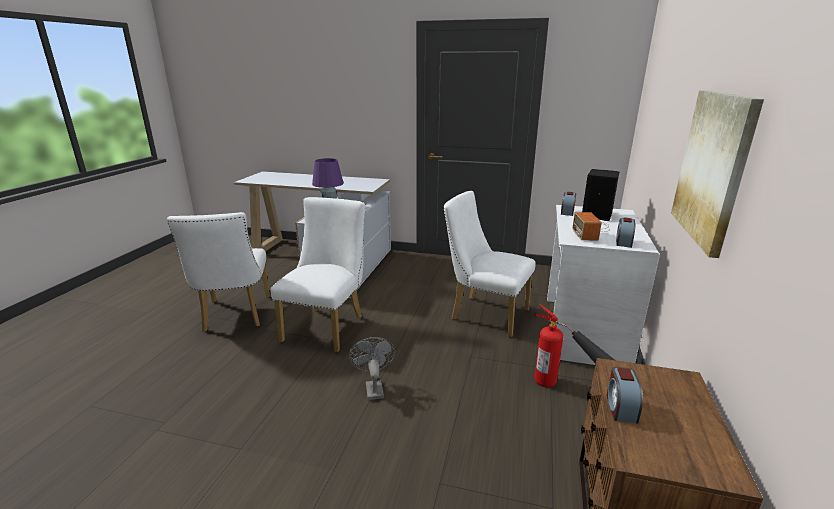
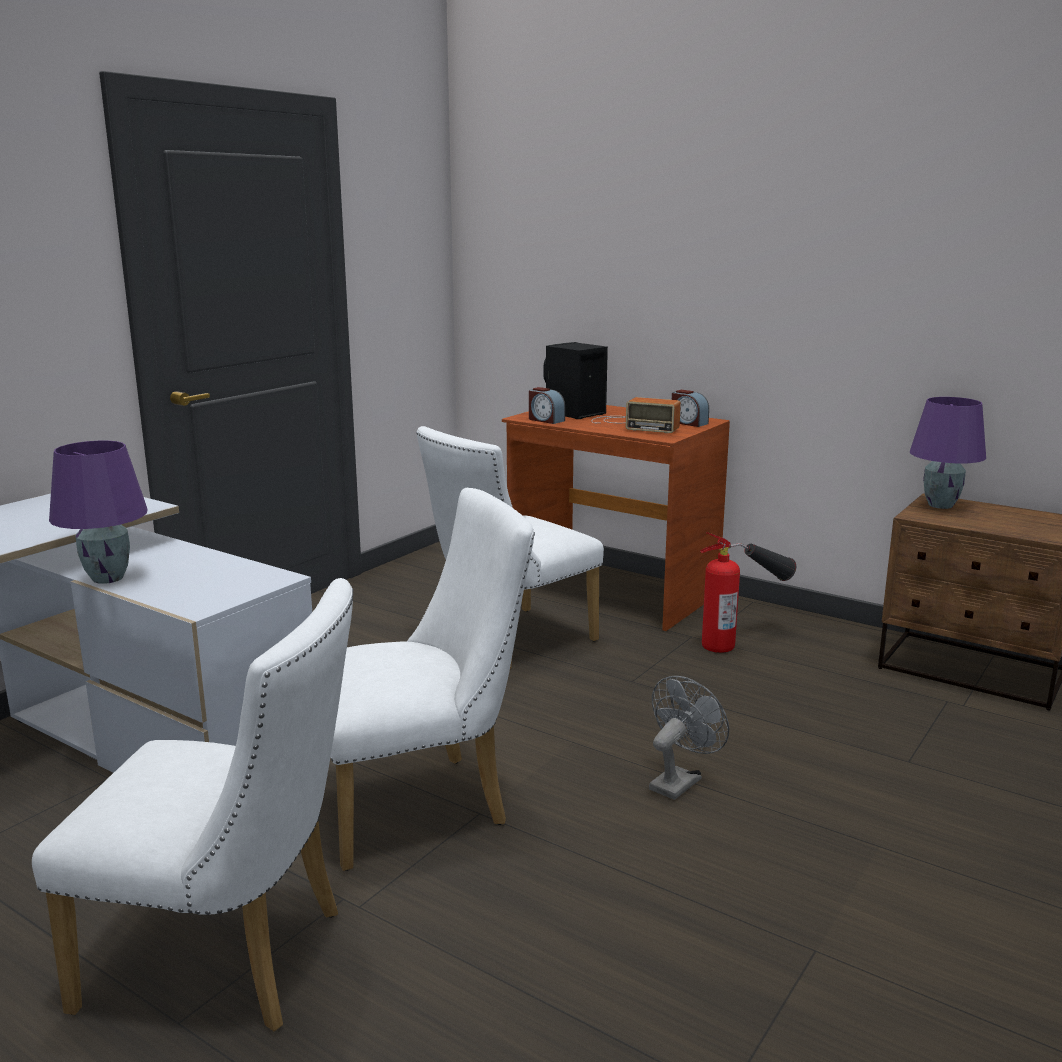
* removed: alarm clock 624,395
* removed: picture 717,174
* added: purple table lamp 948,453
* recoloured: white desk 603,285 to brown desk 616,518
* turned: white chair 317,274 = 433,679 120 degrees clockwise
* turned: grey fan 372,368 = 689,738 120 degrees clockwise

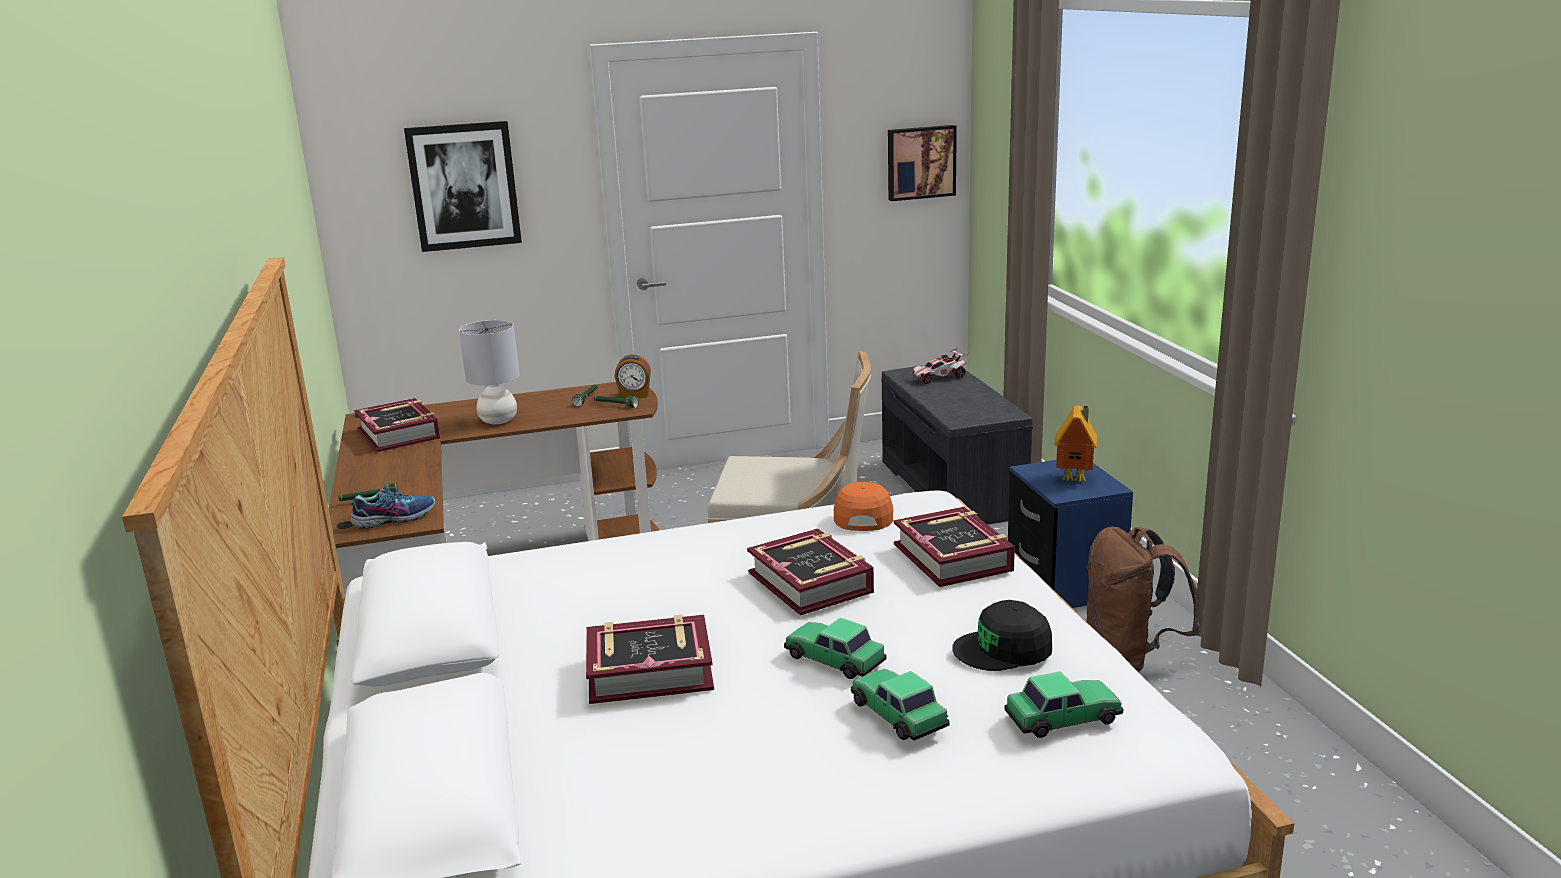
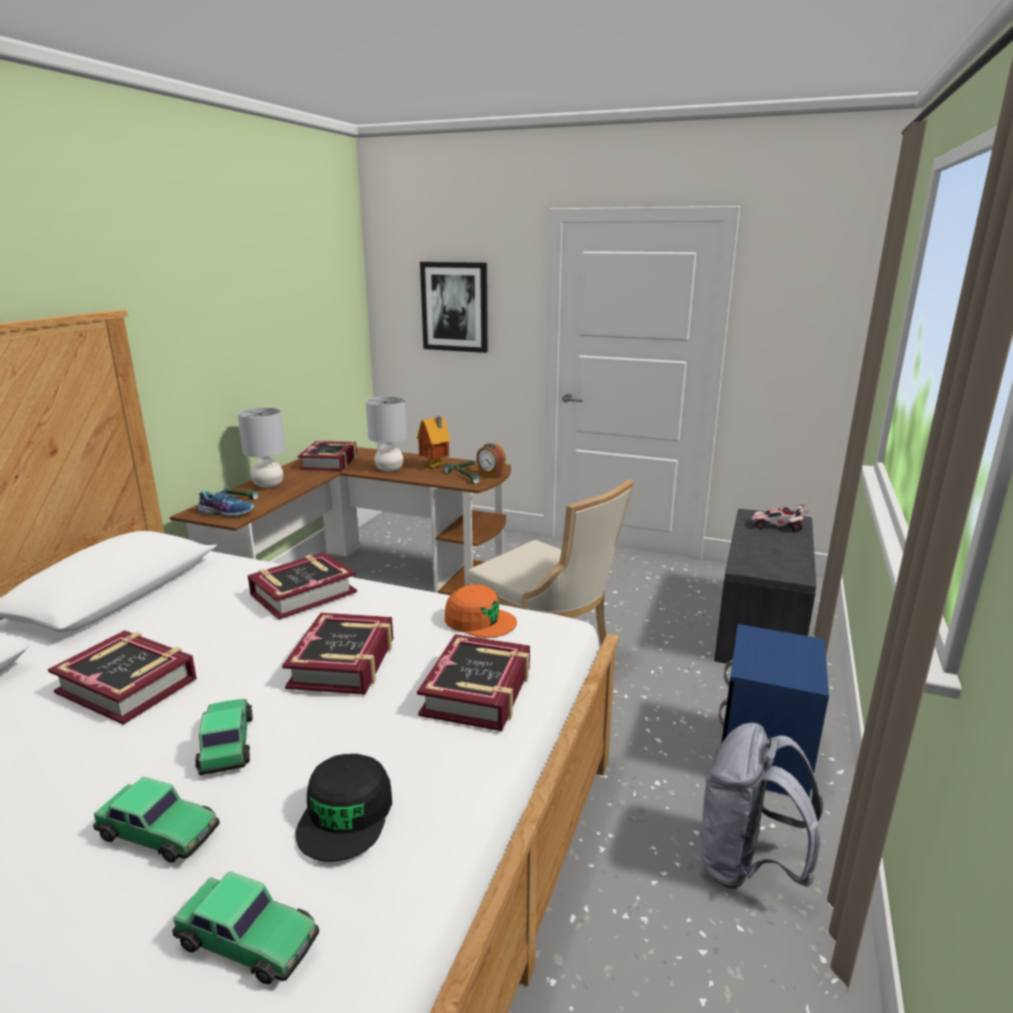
* removed: picture 922,163
* added: grey table lamp 262,448
* added: book 302,586
* moved: toy house 1076,443 to 433,442
* recoloured: brown backpack 1143,598 to grey backpack 762,805
* turned: orange cap 863,506 = 481,611 75 degrees clockwise
* turned: toy car 900,704 = 156,819 105 degrees clockwise
* turned: black cap 1002,635 = 343,808 105 degrees counterclockwise

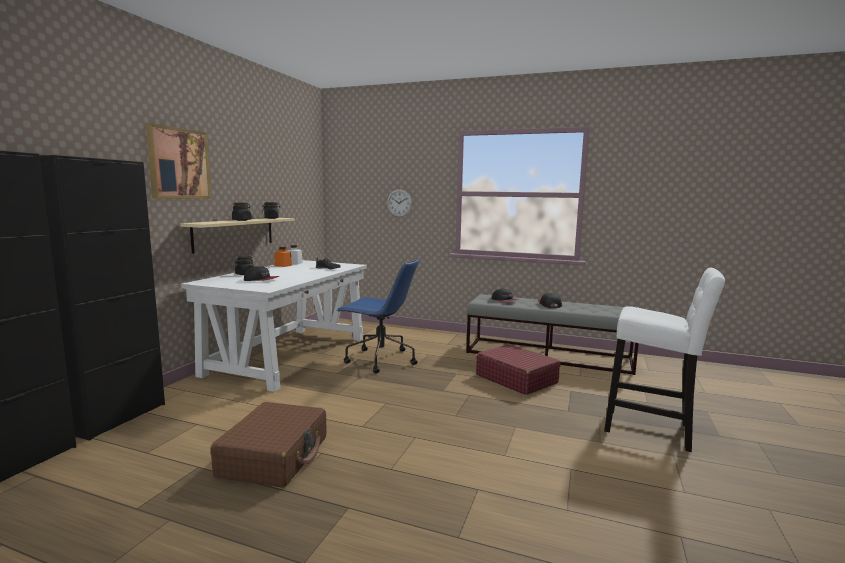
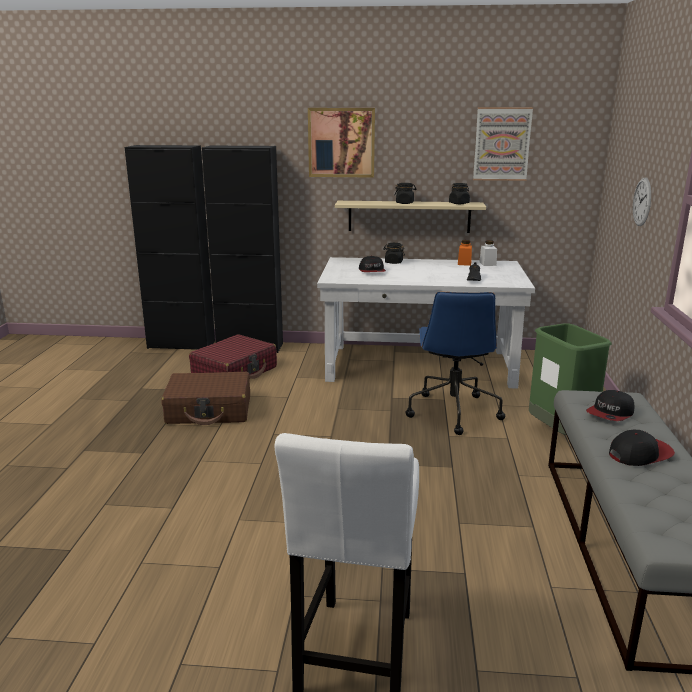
* added: picture 503,144
* added: green trash can 570,379
* moved: red suitcase 518,369 to 233,356

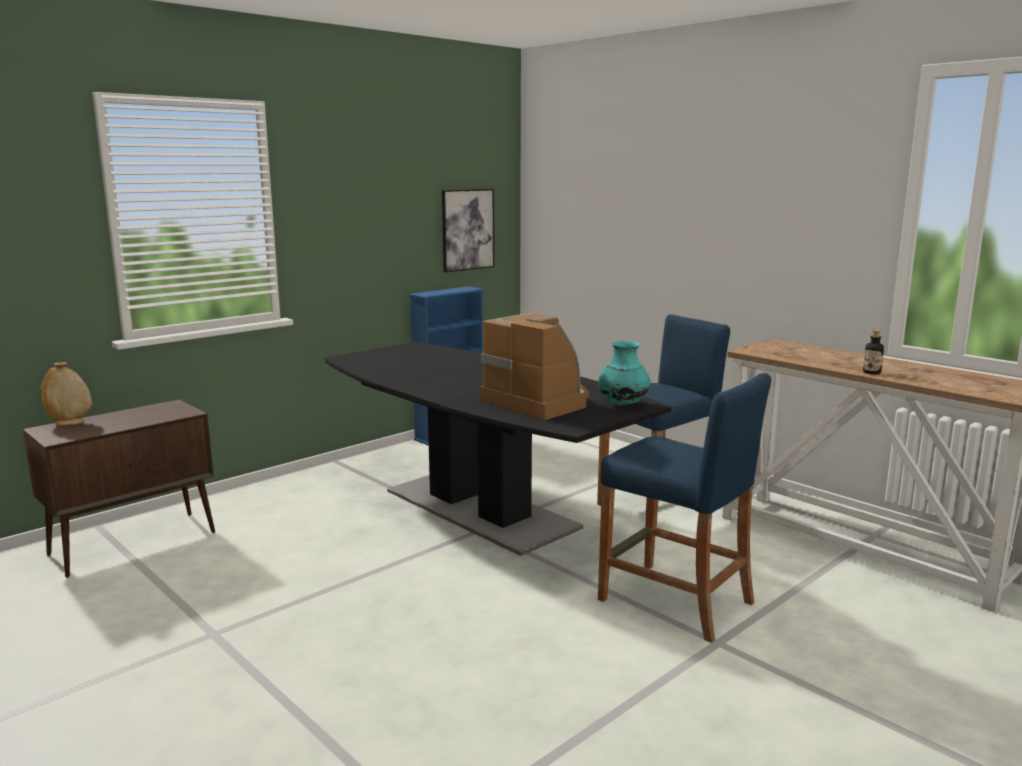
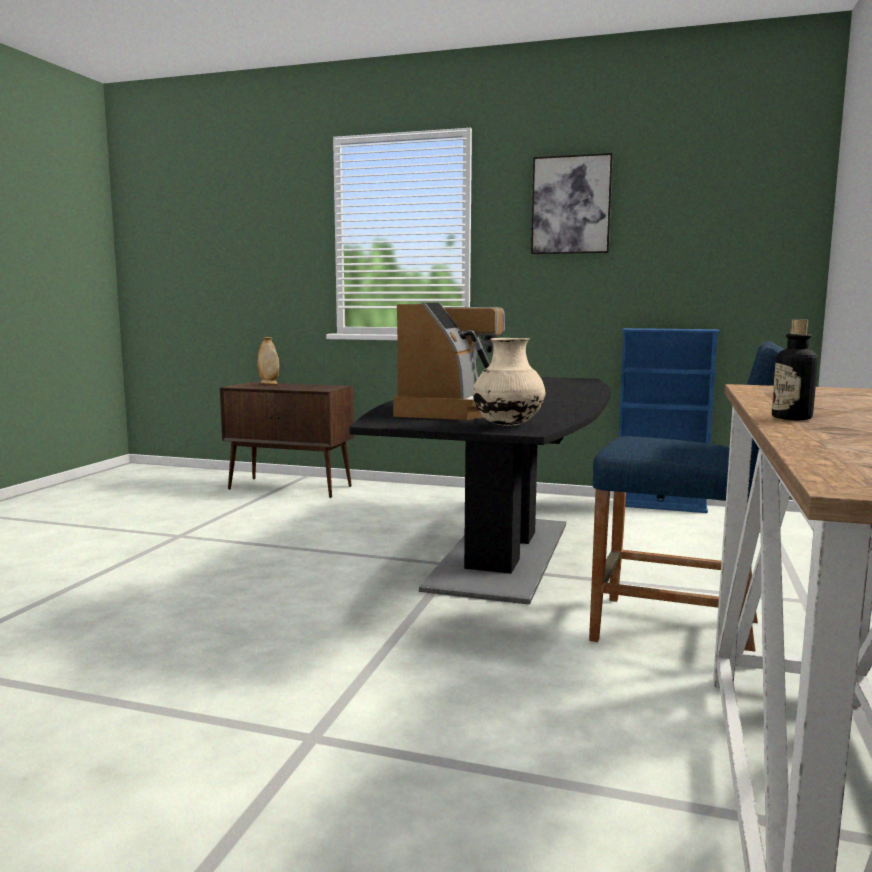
* removed: blue stool 684,508
* moved: picture 468,230 to 572,203
* recoloured: turquoise vase 624,373 to beige vase 509,382

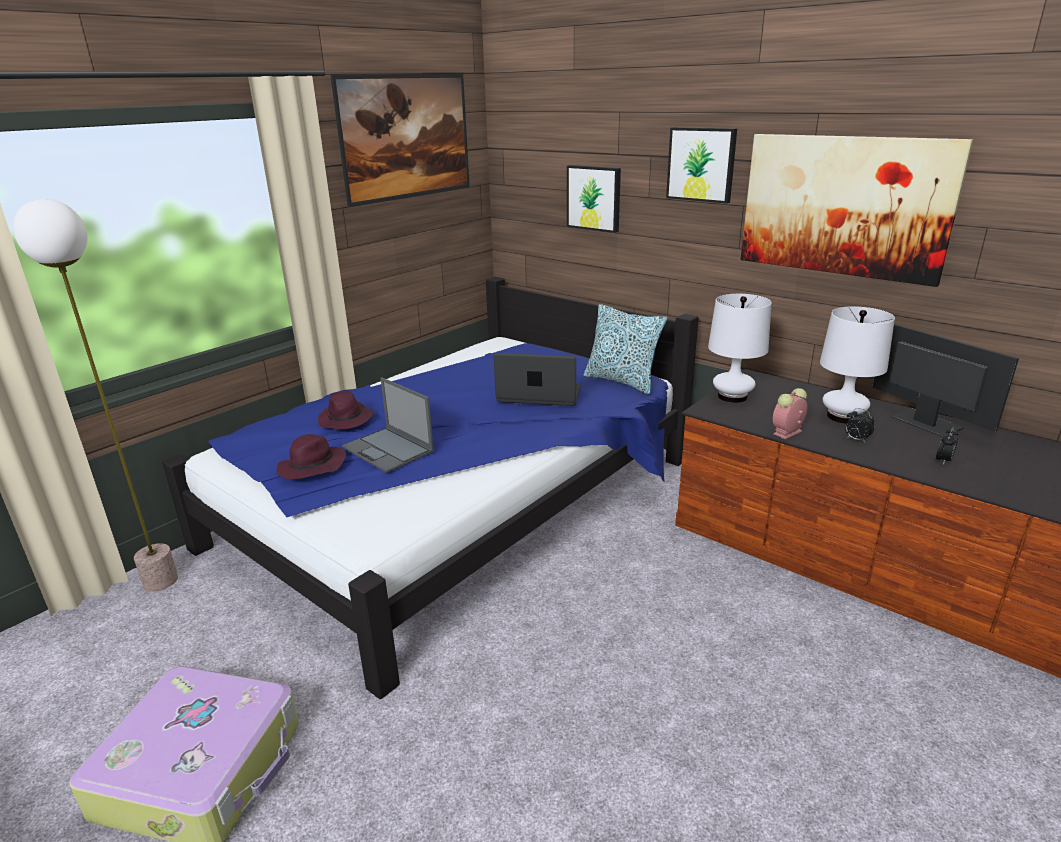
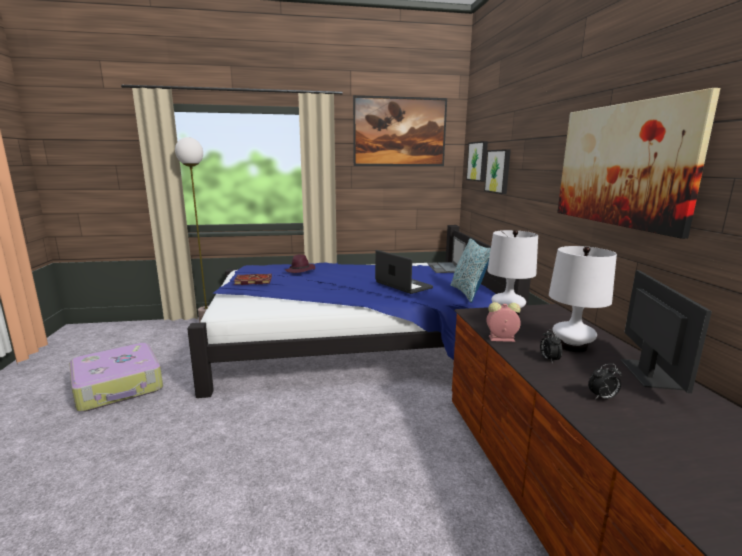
* moved: laptop 388,425 to 446,255
* moved: picture 701,165 to 477,161
* replaced: purple hat 311,456 to book 253,279

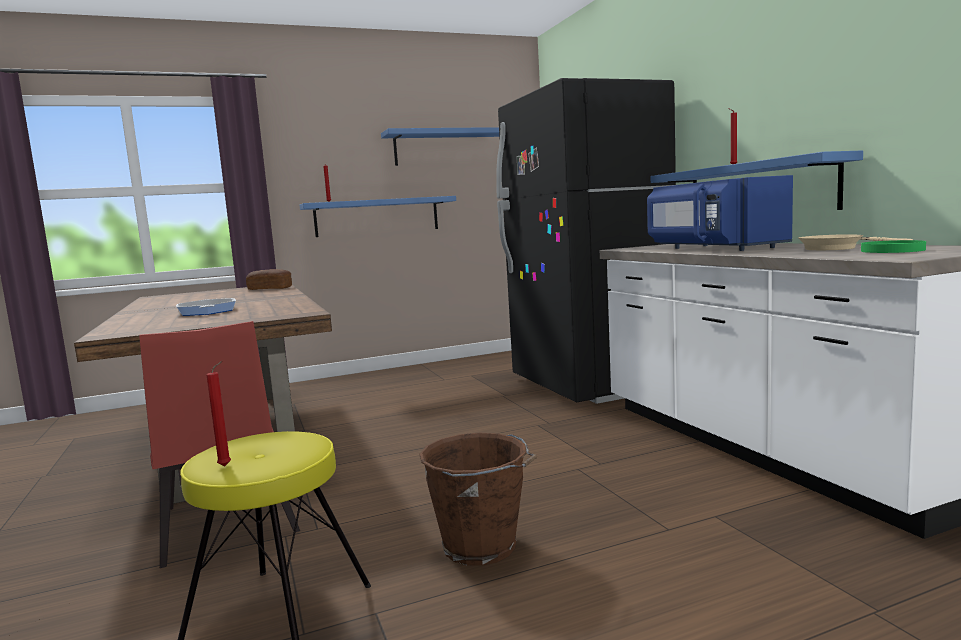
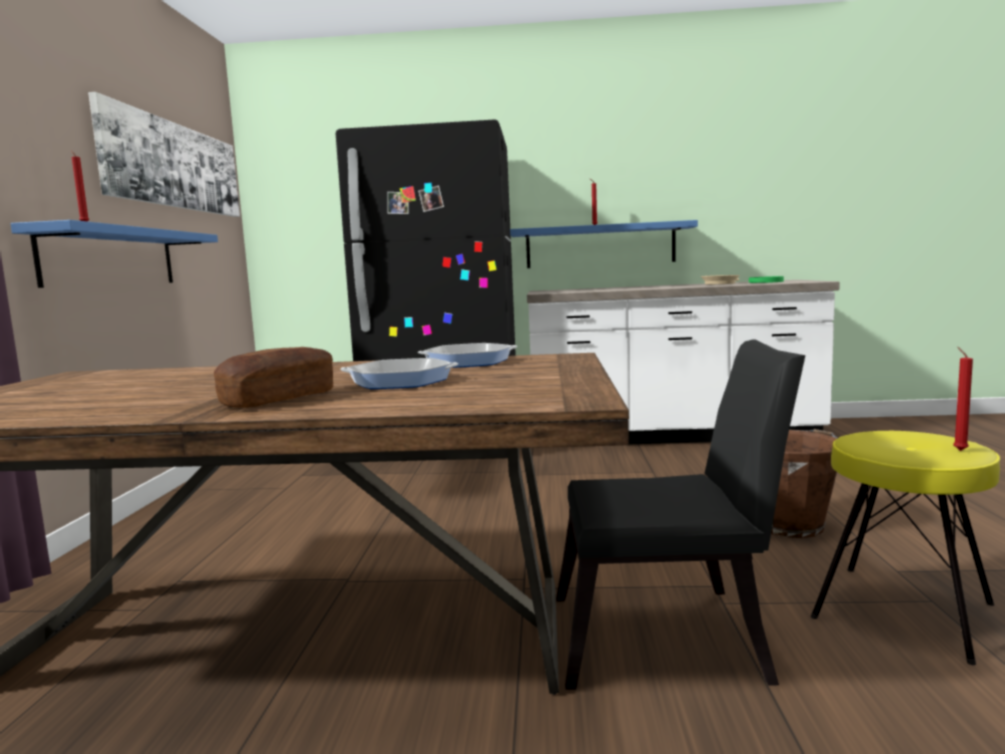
* removed: blue microwave 720,213
* added: frying pan 467,355
* moved: bread 269,279 to 273,377
* replaced: blue shelf 440,146 to picture 164,154
* recoloured: red chair 219,444 to black chair 680,514

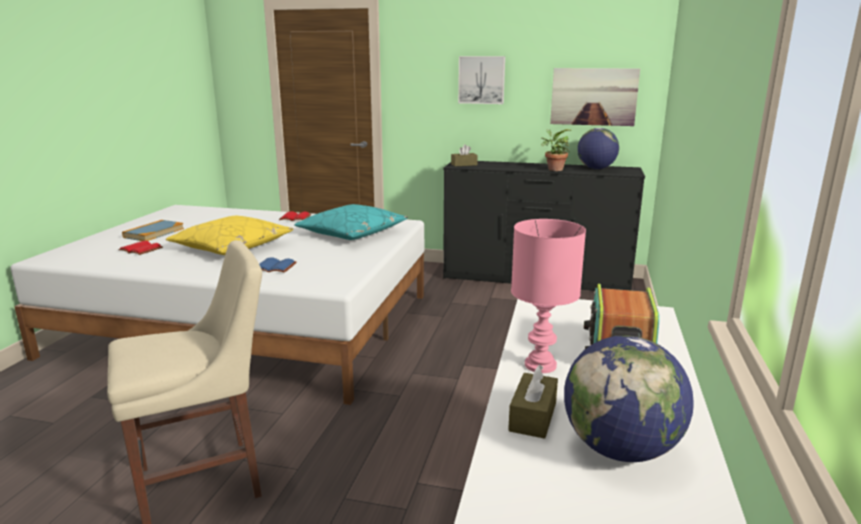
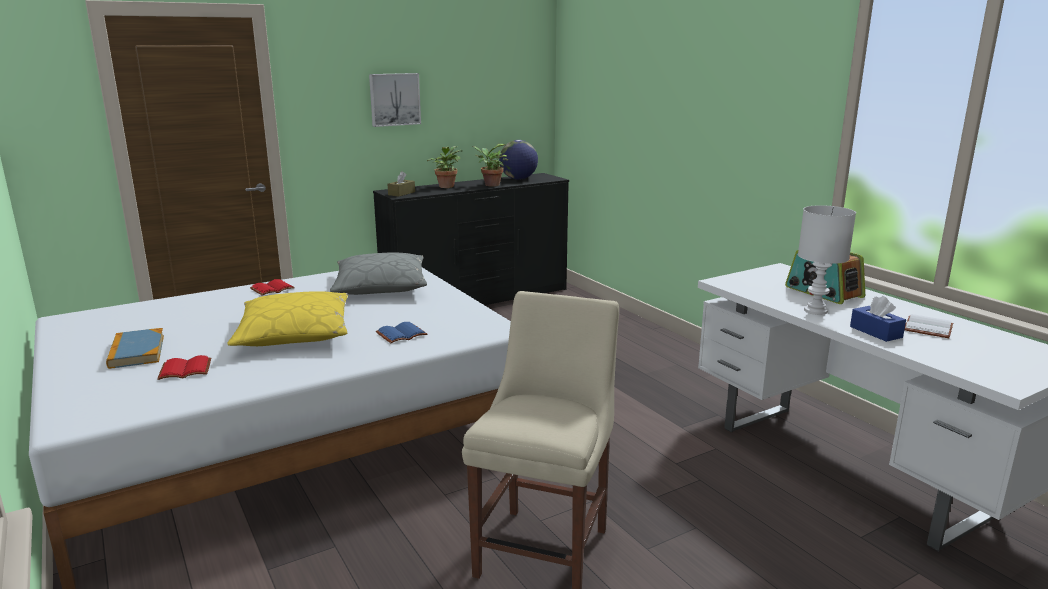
* removed: picture 595,97
* added: potted plant 444,167
* replaced: globe 629,399 to white book 929,326
* recoloured: turquoise pillow 351,222 to grey pillow 378,273
* recoloured: brown tissue box 533,401 to blue tissue box 878,319
* recoloured: pink table lamp 548,296 to white table lamp 827,260

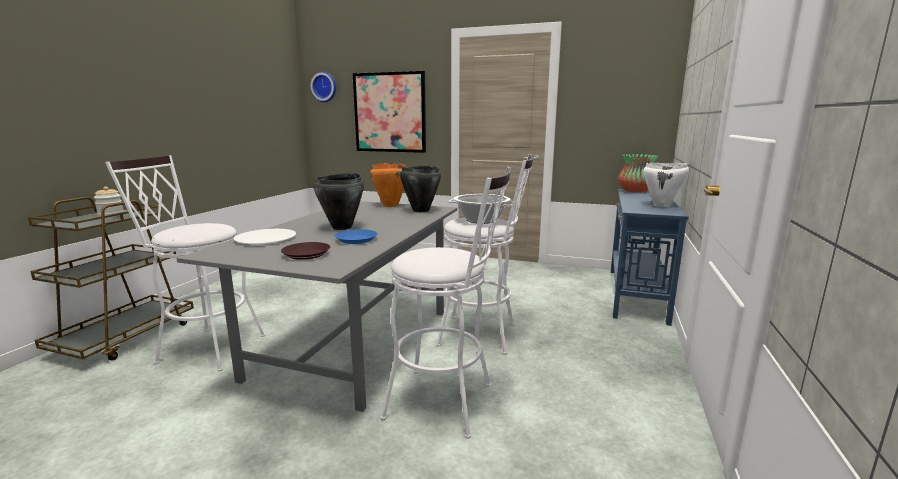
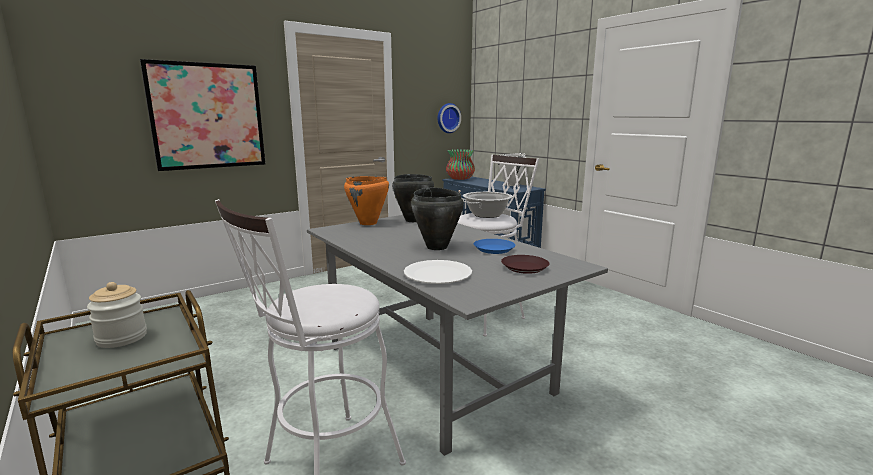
* removed: white stool 446,303
* moved: wall clock 323,86 to 449,118

